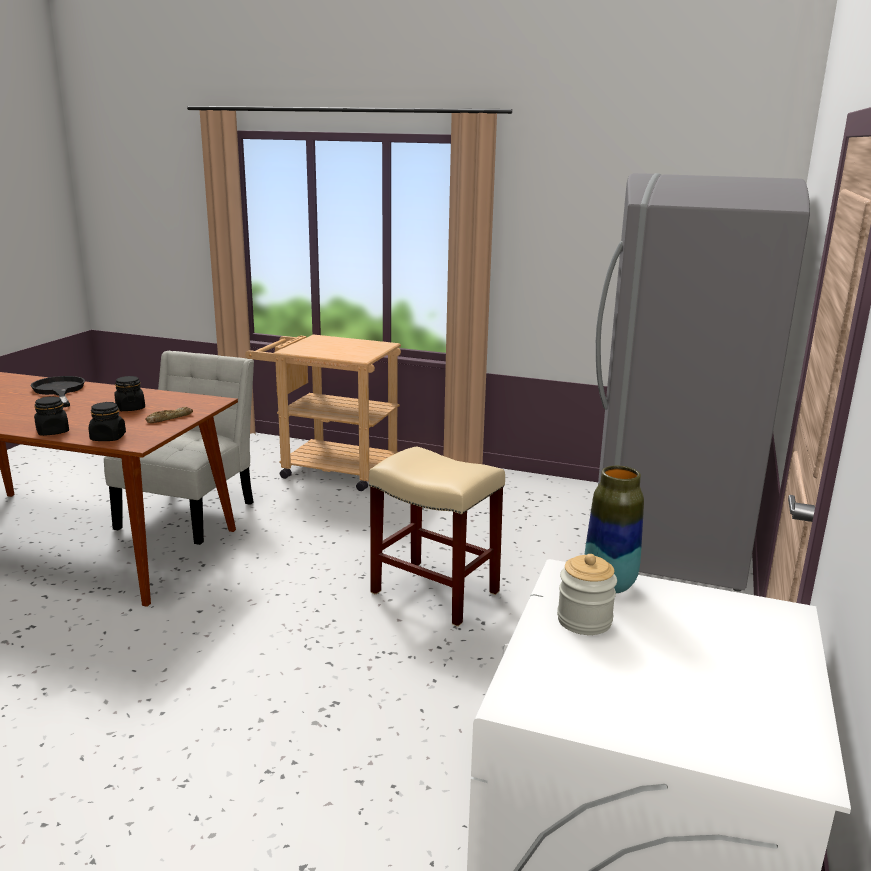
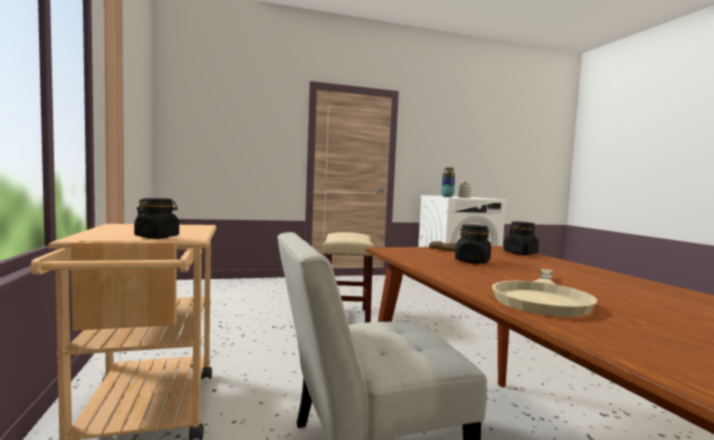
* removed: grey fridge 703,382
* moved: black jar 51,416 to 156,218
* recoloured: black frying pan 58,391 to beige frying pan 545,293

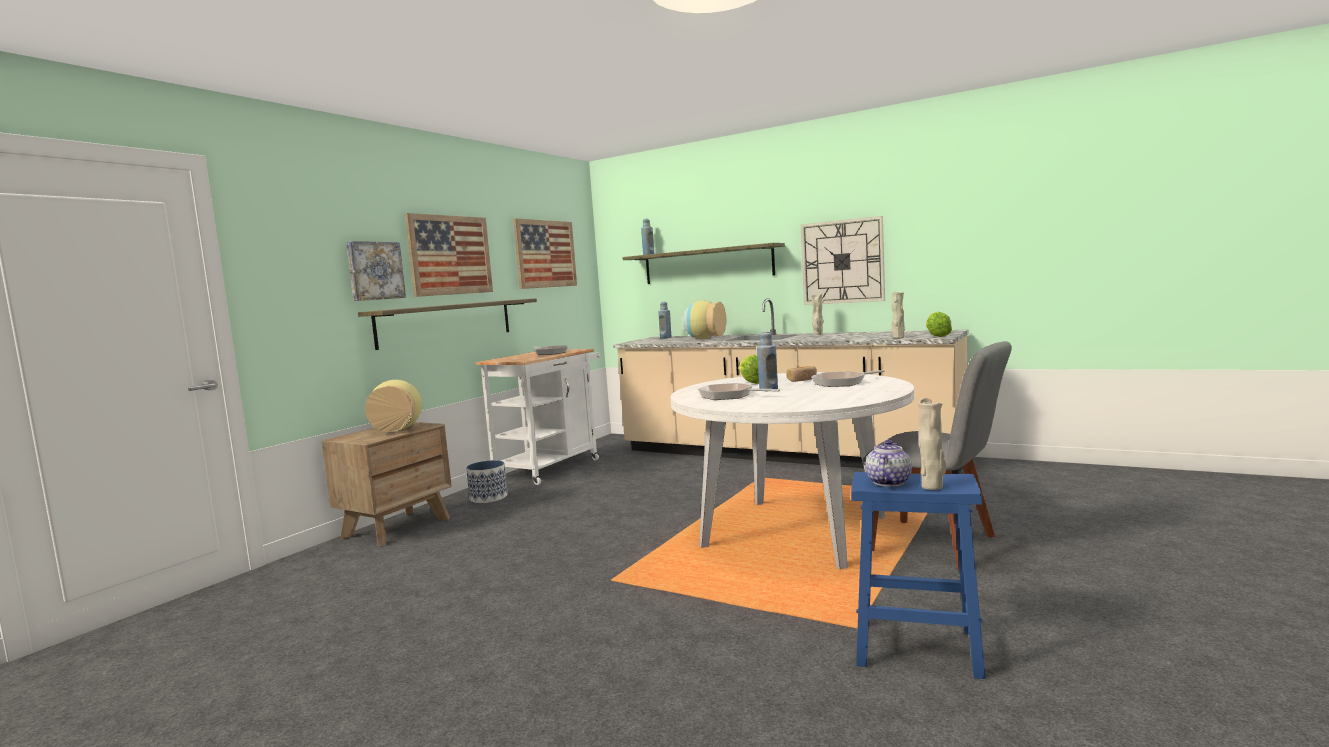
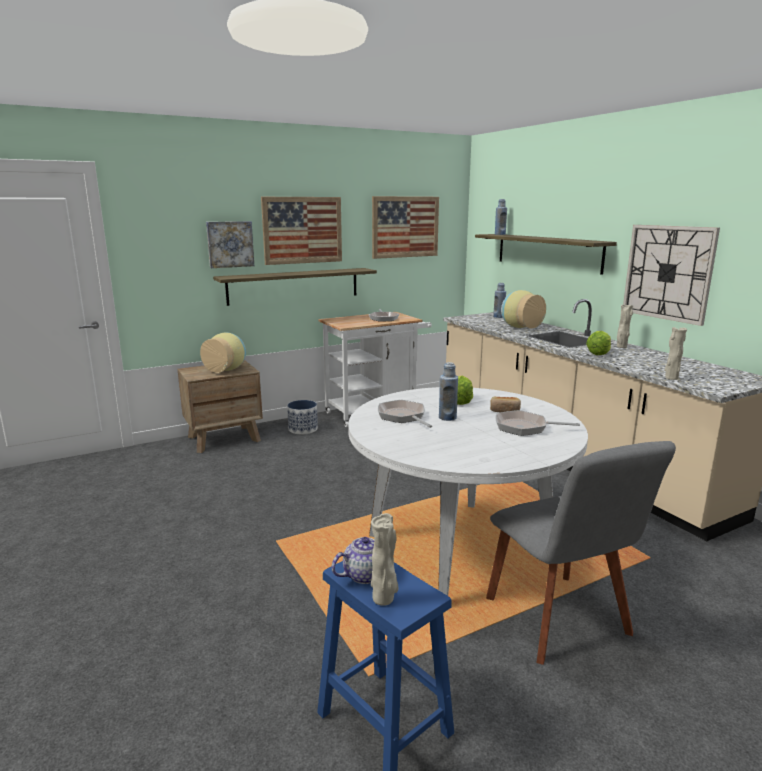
* moved: lettuce 939,324 to 598,343

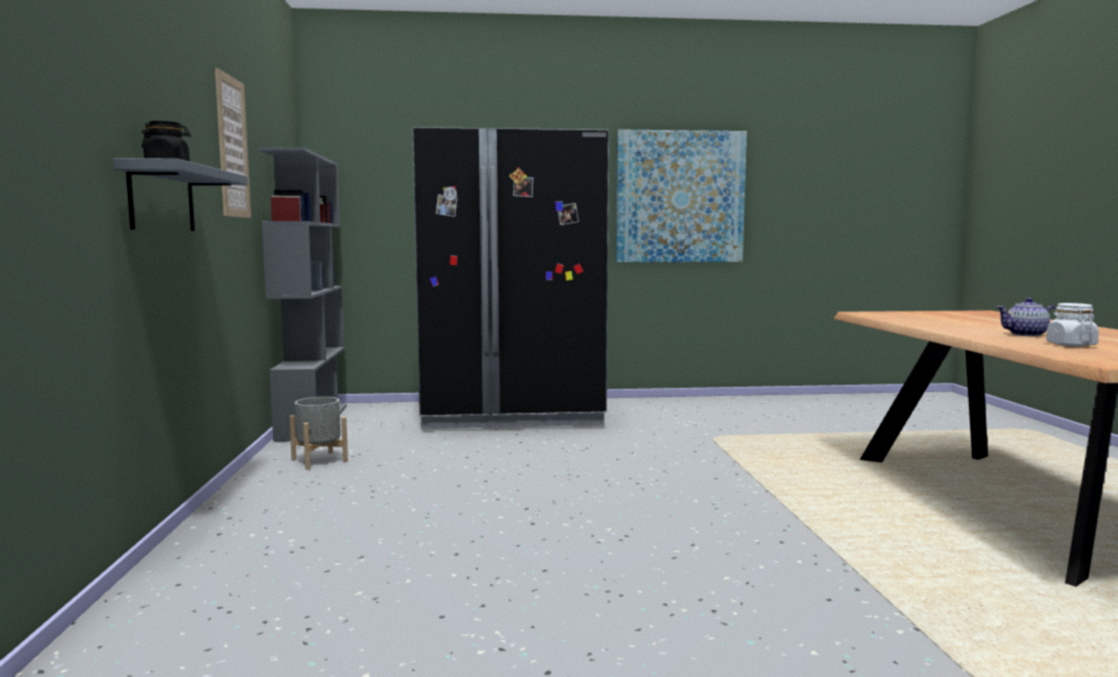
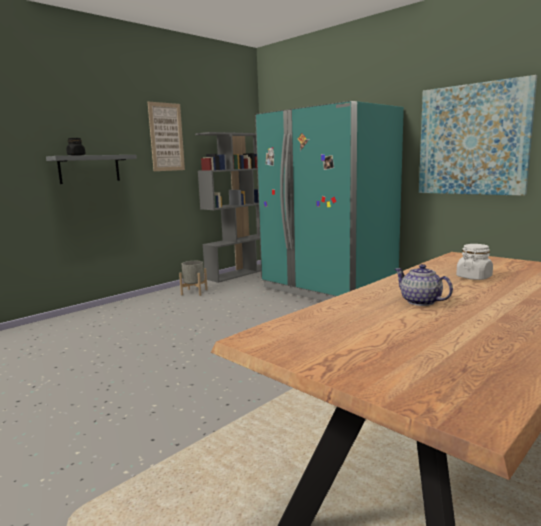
* moved: white jar 1072,325 to 474,262
* recoloured: black fridge 510,278 to turquoise fridge 329,201

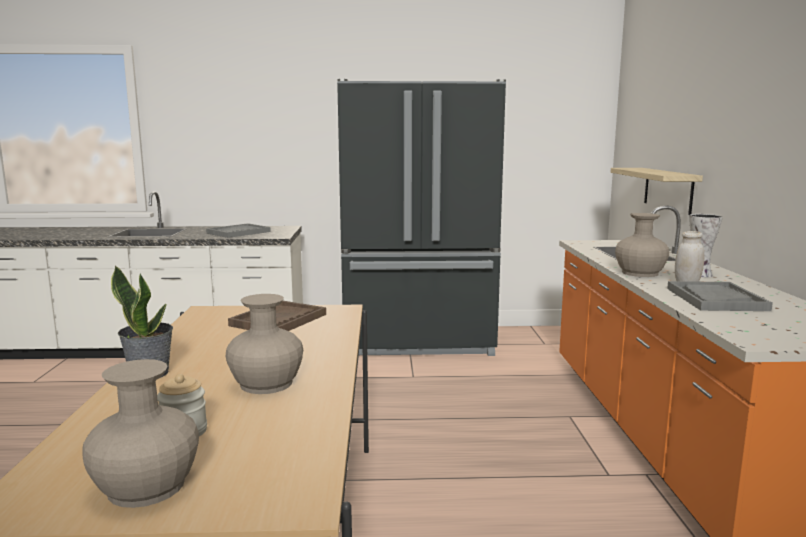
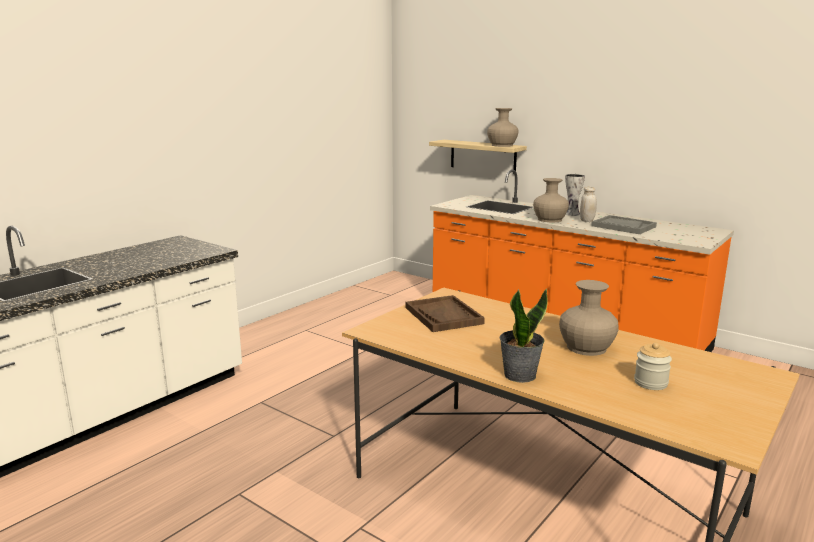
* removed: grey tray 238,230
* removed: black fridge 421,217
* moved: beige vase 140,433 to 502,127

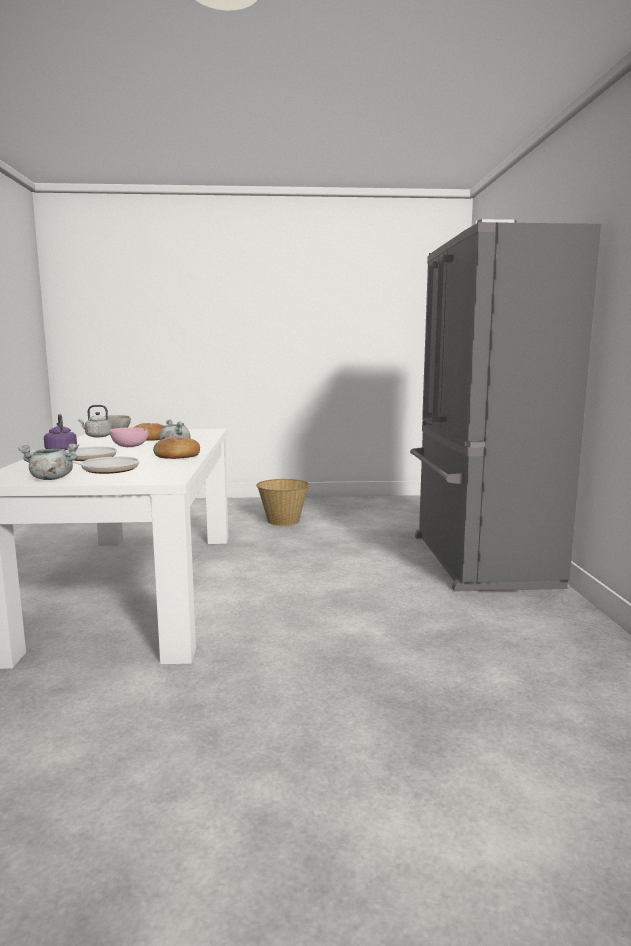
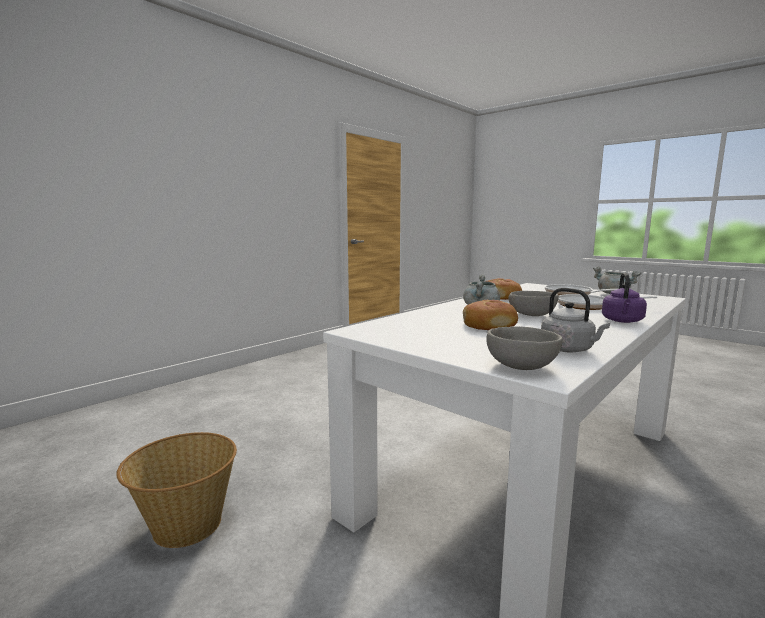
* removed: grey fridge 505,405
* recoloured: pink bowl 129,437 to grey bowl 533,303

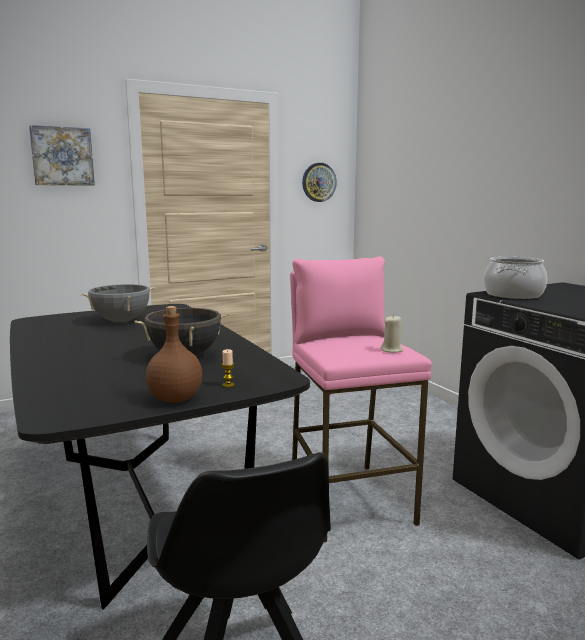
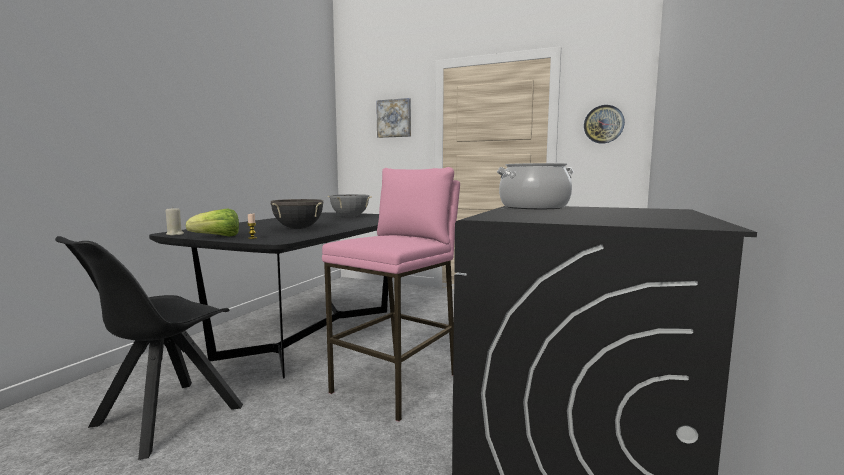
* moved: beige candle 392,334 to 175,221
* replaced: brown bottle 174,354 to lettuce 212,222

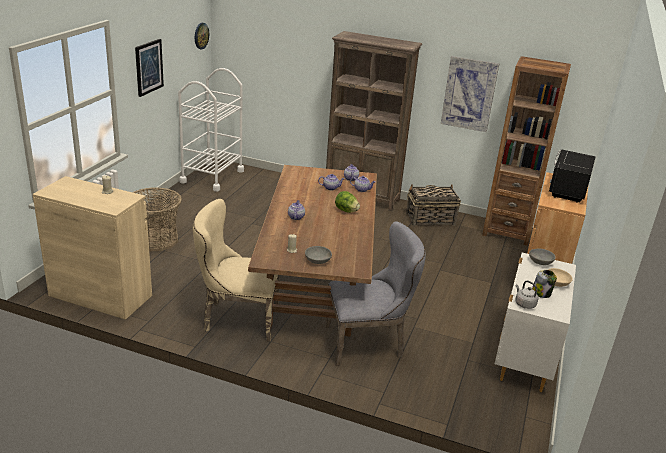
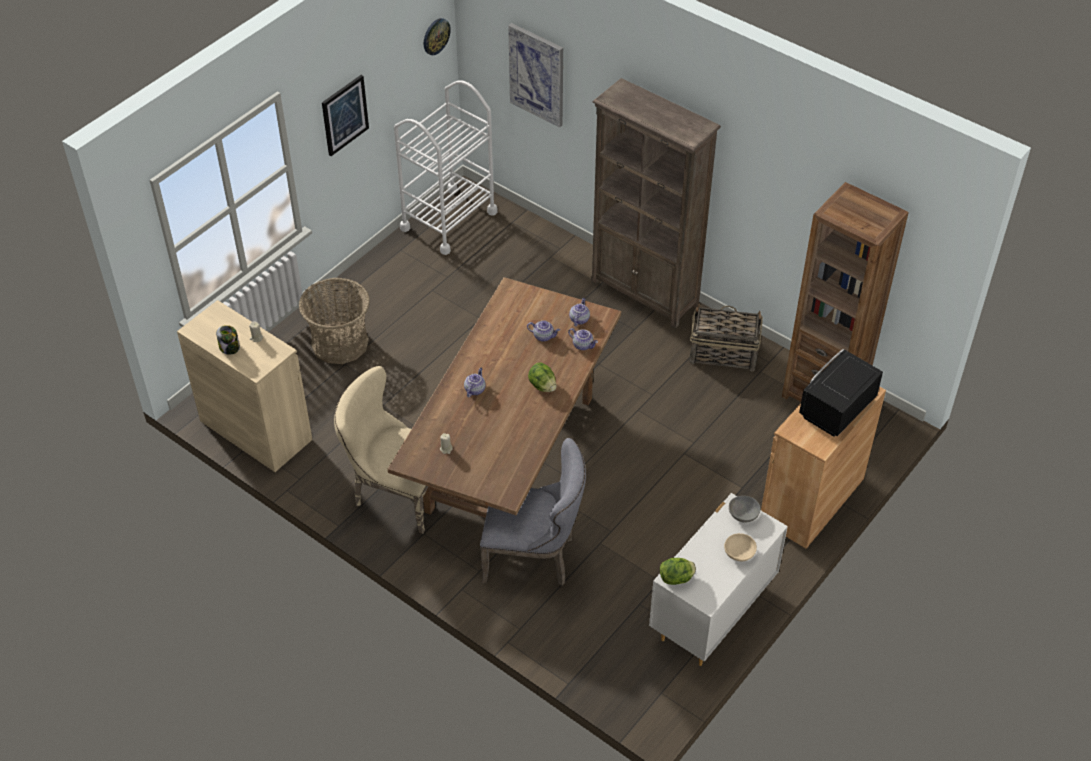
* removed: grey bowl 318,255
* moved: picture 470,94 to 535,75
* moved: jar 544,284 to 228,340
* replaced: grey kettle 527,295 to lettuce 678,571

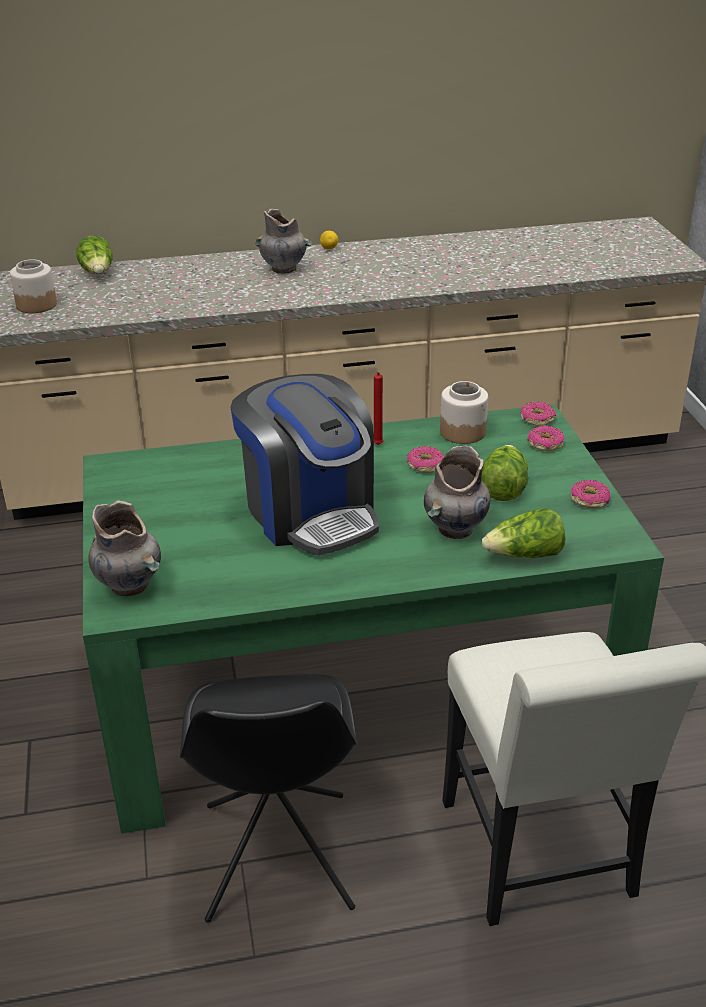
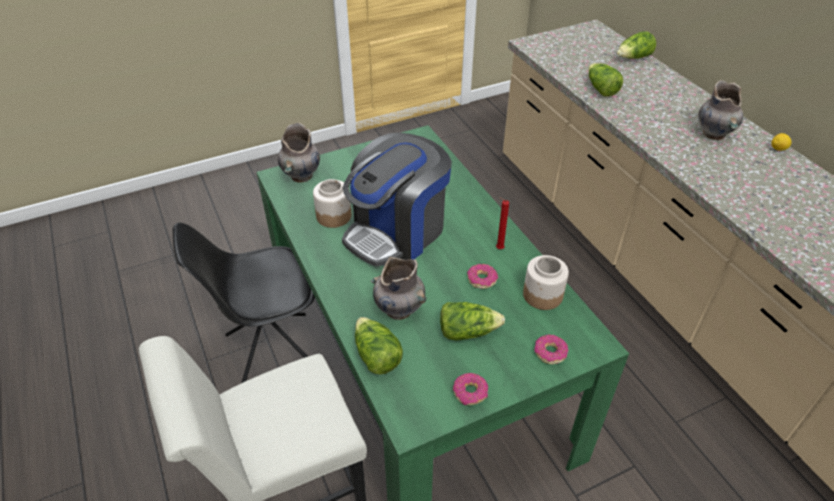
* removed: donut 538,413
* added: lettuce 606,80
* moved: jar 33,286 to 332,203

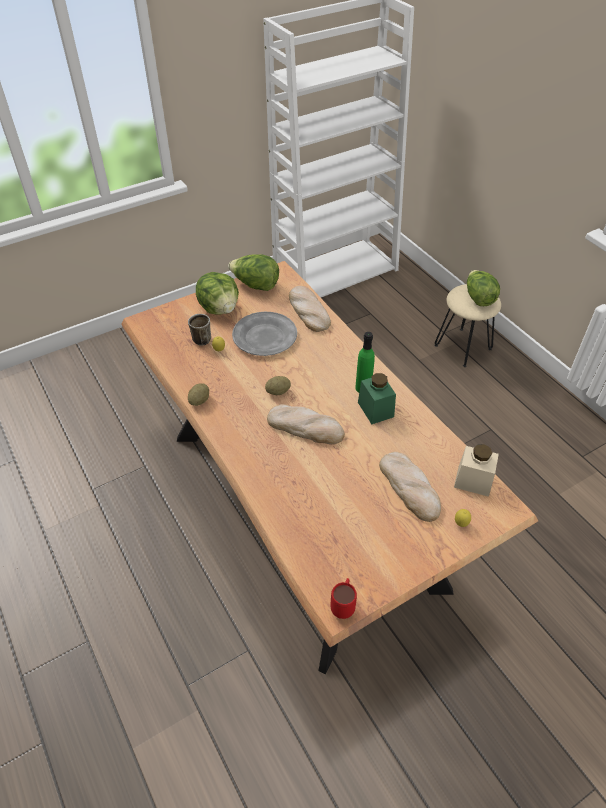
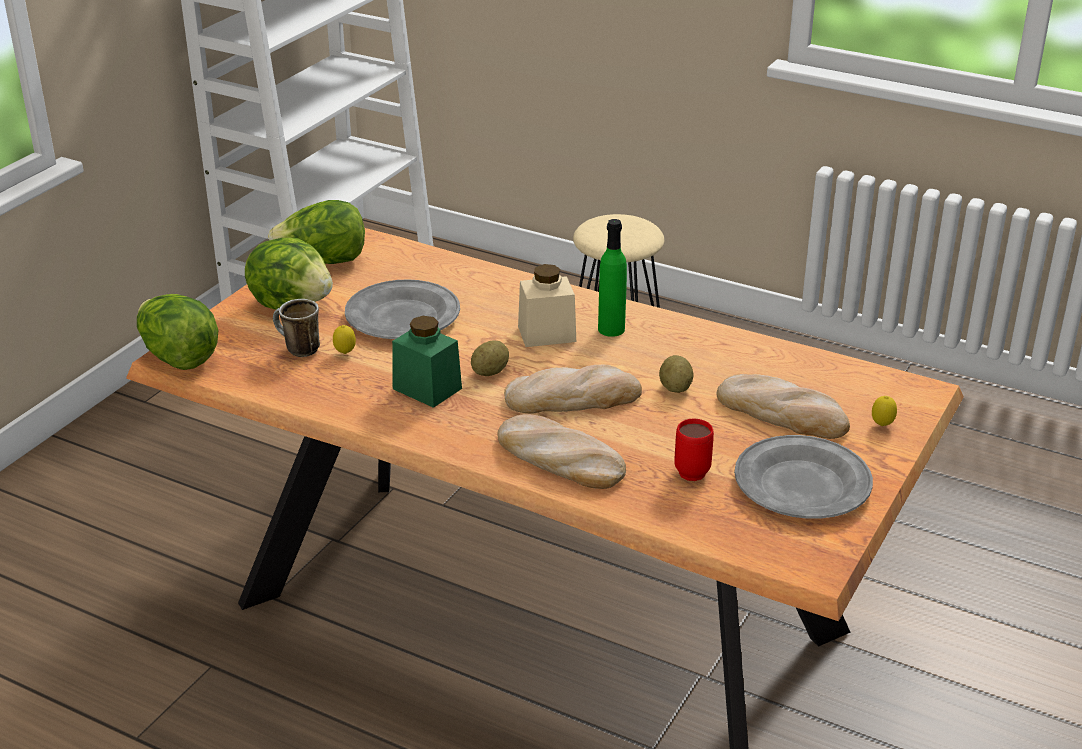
* added: grey plate 803,477
* moved: potato 198,394 to 676,374
* moved: bread 310,309 to 561,451
* moved: red mug 343,598 to 694,450
* moved: green jar 377,398 to 427,362
* moved: beige jar 476,470 to 547,305
* moved: lettuce 483,288 to 177,332

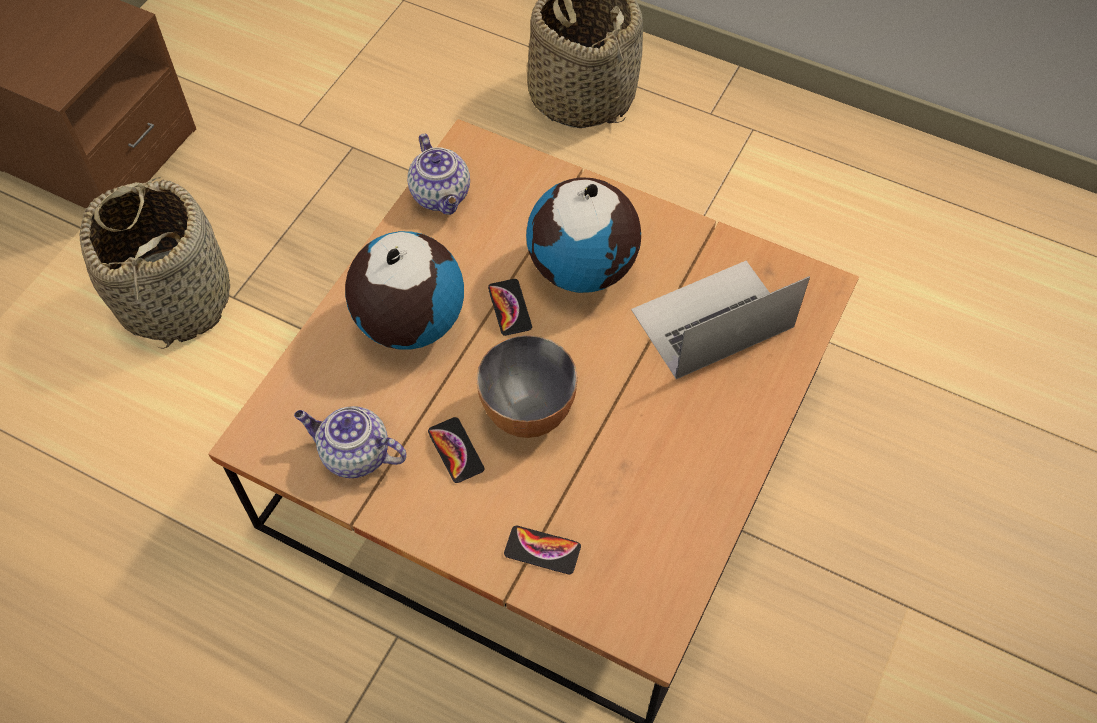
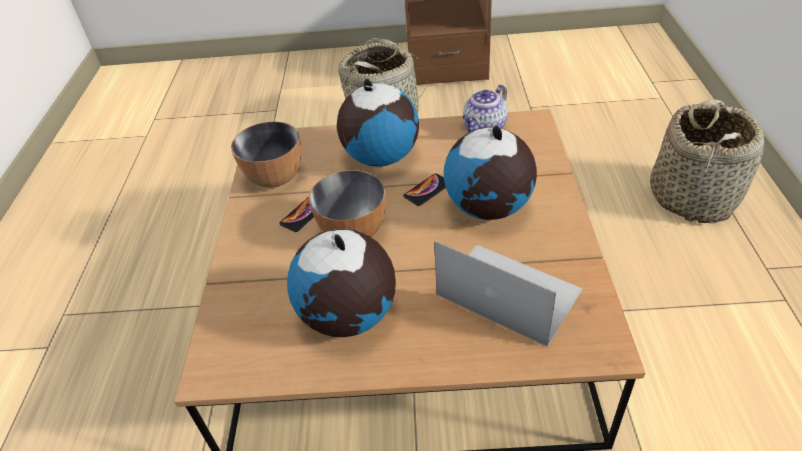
* removed: phone 542,550
* added: globe 341,283
* replaced: teapot 350,442 to bowl 266,155

